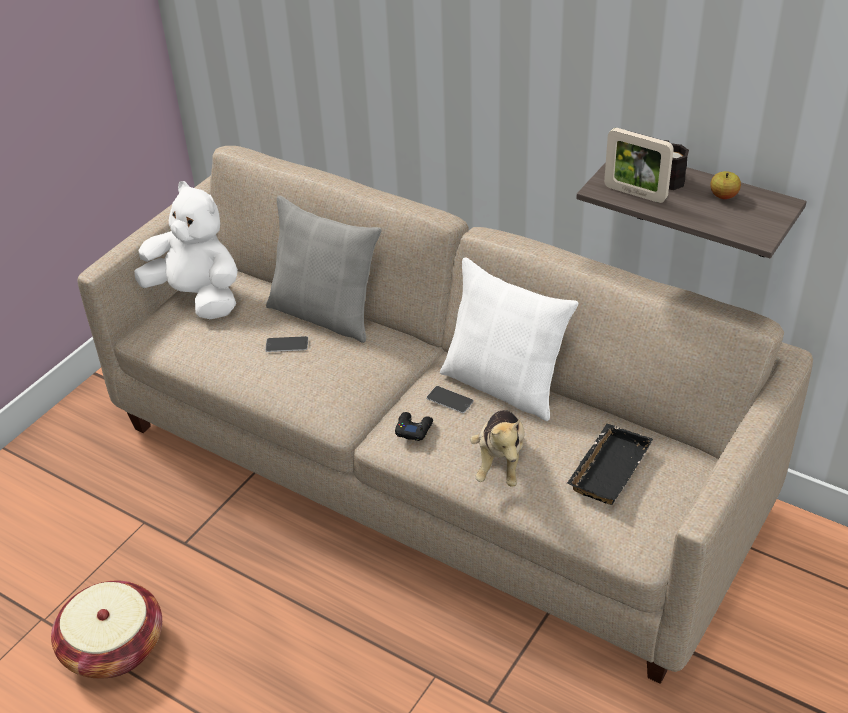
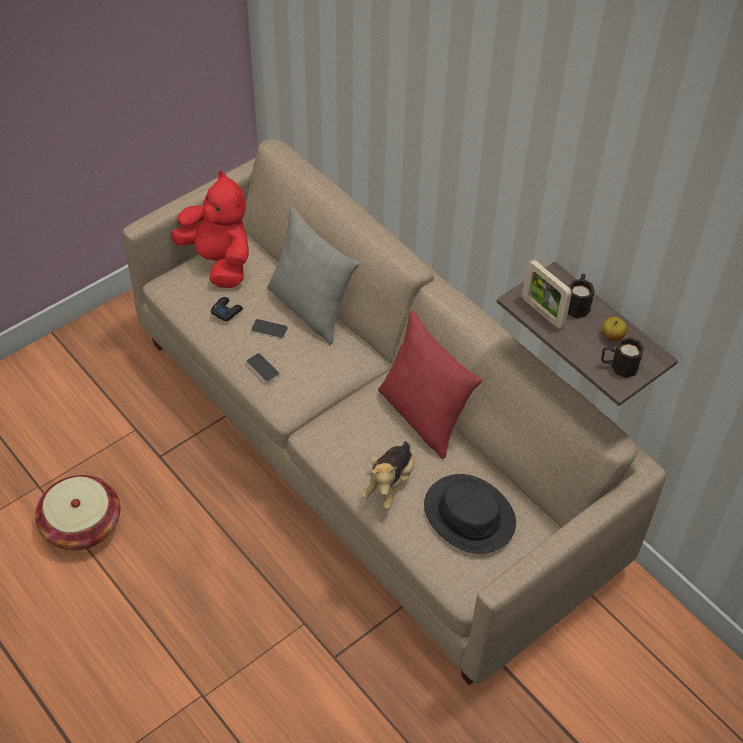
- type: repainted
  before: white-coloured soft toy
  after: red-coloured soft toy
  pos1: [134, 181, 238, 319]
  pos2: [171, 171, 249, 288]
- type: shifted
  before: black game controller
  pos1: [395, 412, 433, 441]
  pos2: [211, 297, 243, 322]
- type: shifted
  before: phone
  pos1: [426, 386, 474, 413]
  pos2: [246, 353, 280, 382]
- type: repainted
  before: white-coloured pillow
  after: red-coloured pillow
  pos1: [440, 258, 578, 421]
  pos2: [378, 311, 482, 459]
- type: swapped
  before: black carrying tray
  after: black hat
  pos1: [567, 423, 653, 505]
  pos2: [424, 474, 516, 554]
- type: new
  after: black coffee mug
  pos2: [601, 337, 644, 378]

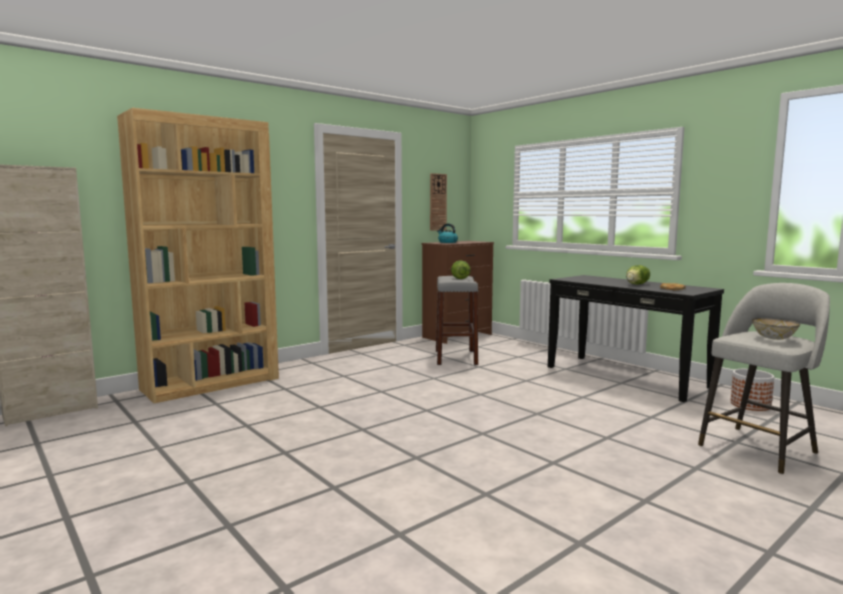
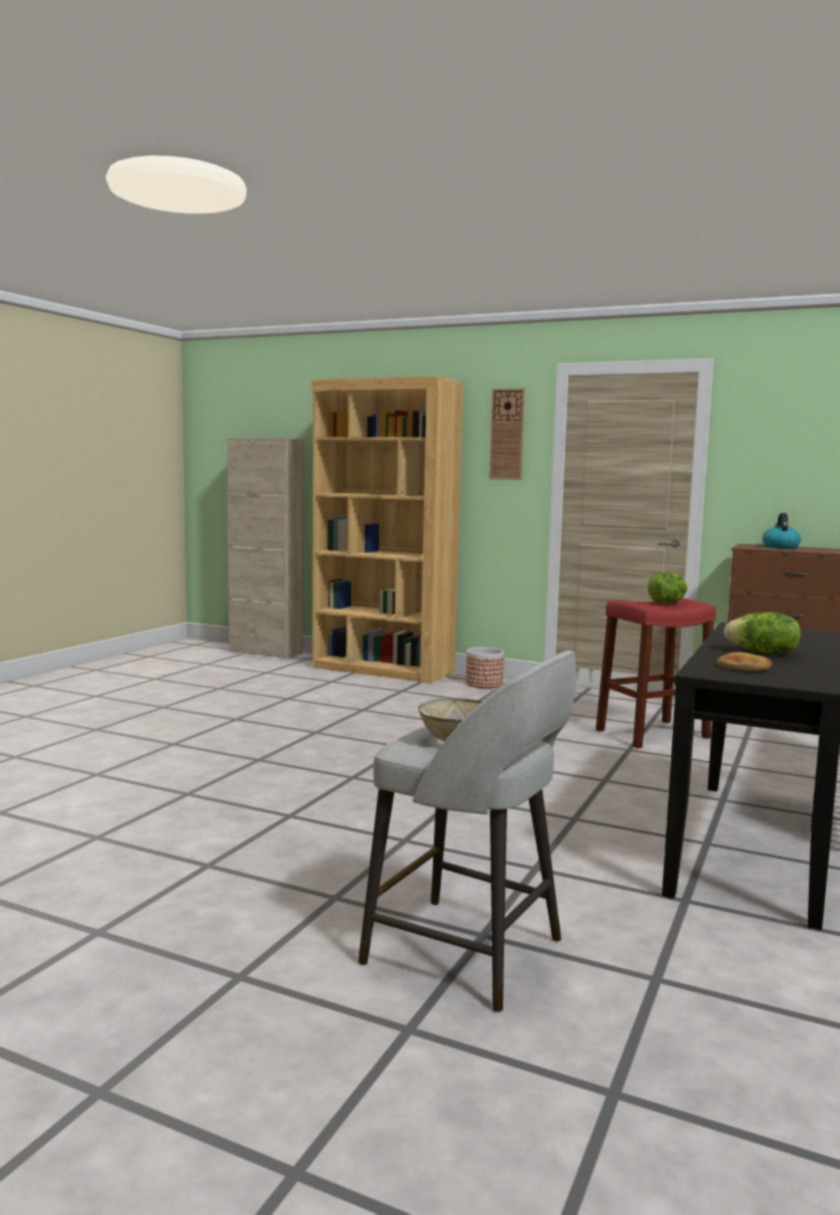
- type: shifted
  before: hanging clock
  pos1: [430, 173, 447, 231]
  pos2: [489, 388, 525, 480]
- type: repainted
  before: gray sitting stool
  after: red-coloured sitting stool
  pos1: [436, 276, 478, 365]
  pos2: [596, 598, 716, 748]
- type: shifted
  before: flower pot
  pos1: [730, 369, 774, 411]
  pos2: [466, 647, 504, 688]

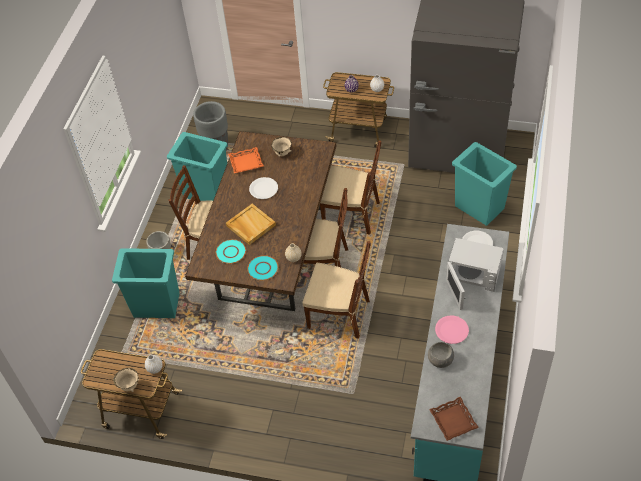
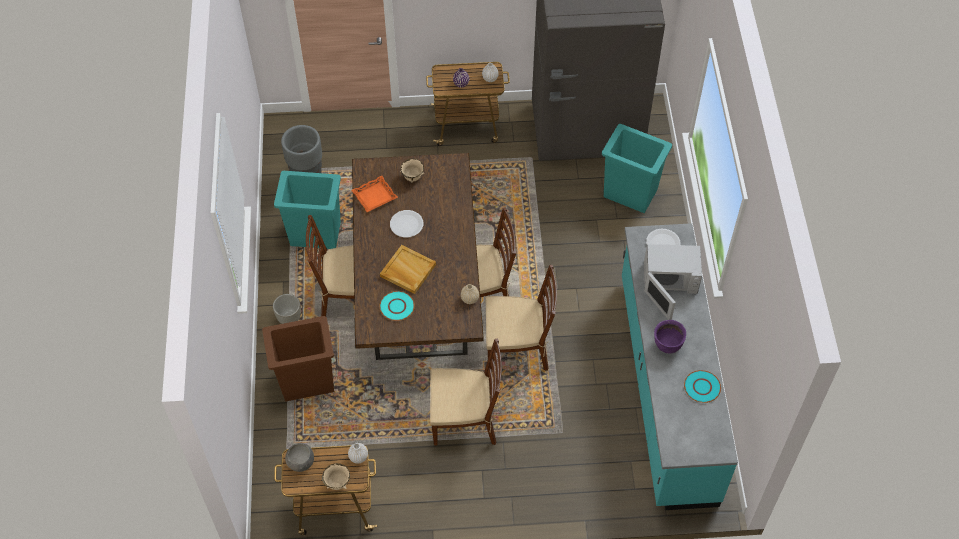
- type: repainted
  before: turquoise-coloured rubbish bin
  after: brownish rubbish bin
  pos1: [112, 248, 180, 318]
  pos2: [262, 316, 334, 402]
- type: shifted
  before: turquoise-coloured plate
  pos1: [247, 255, 279, 280]
  pos2: [684, 370, 721, 403]
- type: shifted
  before: brownish upright chair
  pos1: [320, 141, 381, 235]
  pos2: [430, 338, 502, 446]
- type: shifted
  before: gray serving bowl
  pos1: [428, 342, 454, 368]
  pos2: [285, 443, 314, 472]
- type: gone
  before: brownish carrying tray
  pos1: [429, 397, 479, 441]
- type: swapped
  before: pinkish plate
  after: purple saucepot
  pos1: [435, 316, 469, 344]
  pos2: [654, 320, 686, 354]

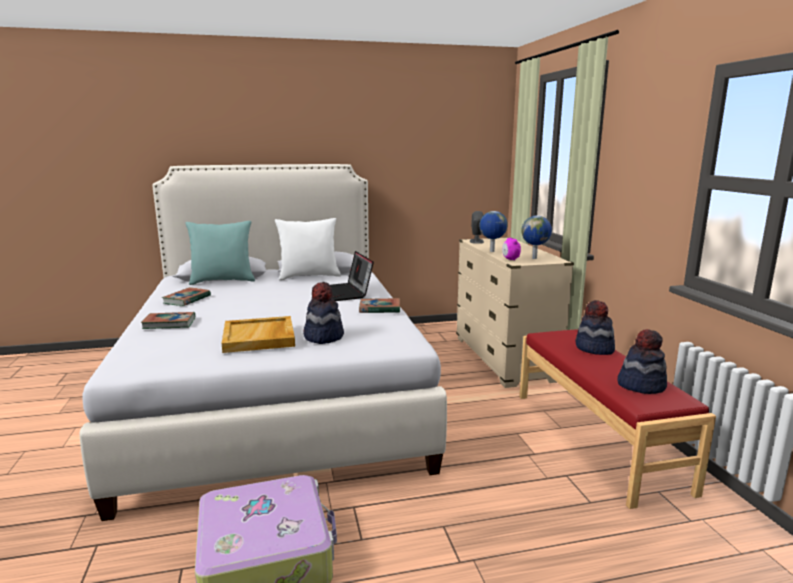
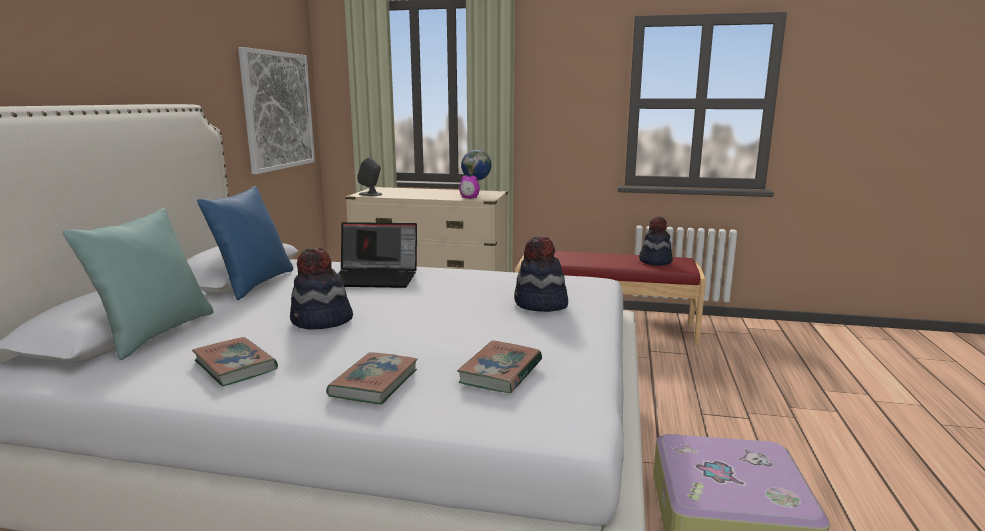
- type: gone
  before: sand-coloured carrying tray
  pos1: [222, 316, 295, 353]
- type: repainted
  before: white-coloured pillow
  after: blue pillow
  pos1: [275, 218, 341, 280]
  pos2: [197, 186, 293, 300]
- type: shifted
  before: volume
  pos1: [359, 298, 400, 313]
  pos2: [457, 340, 542, 393]
- type: gone
  before: world globe
  pos1: [479, 211, 508, 252]
- type: shifted
  before: hat
  pos1: [576, 300, 615, 355]
  pos2: [290, 248, 353, 330]
- type: new
  after: wall art
  pos2: [238, 47, 315, 174]

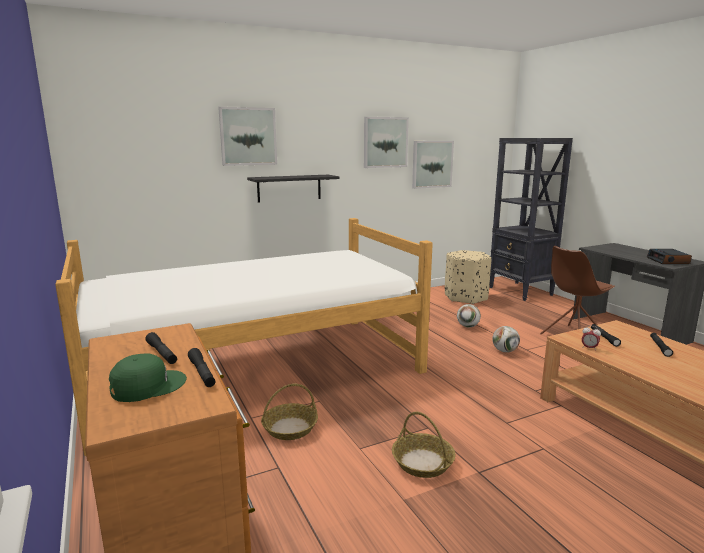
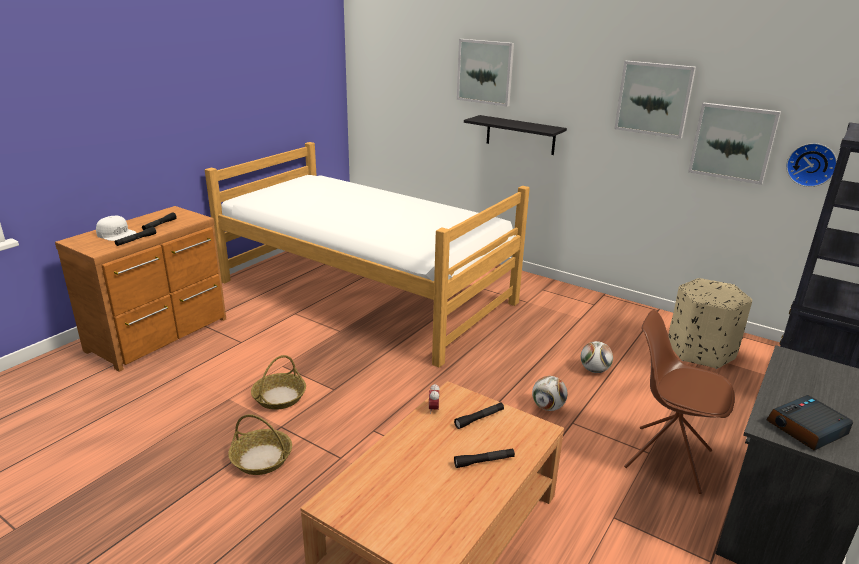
- type: repainted
  before: greenish peaked cap
  after: white-coloured peaked cap
  pos1: [109, 353, 187, 402]
  pos2: [96, 216, 136, 241]
- type: shifted
  before: storage basket
  pos1: [261, 384, 318, 440]
  pos2: [228, 414, 292, 475]
- type: new
  after: hanging clock
  pos2: [786, 143, 837, 187]

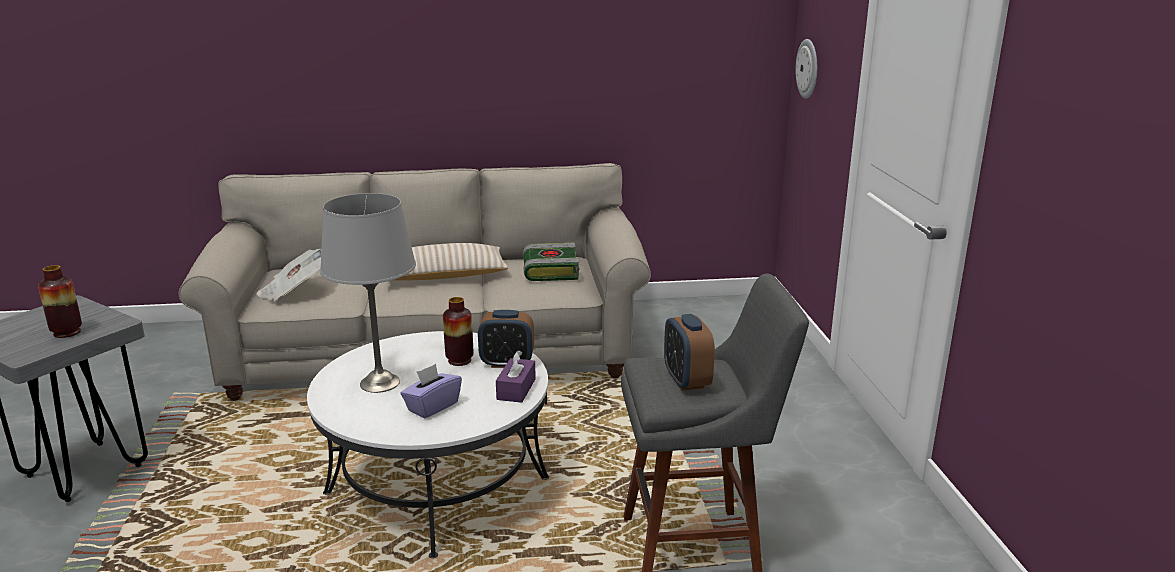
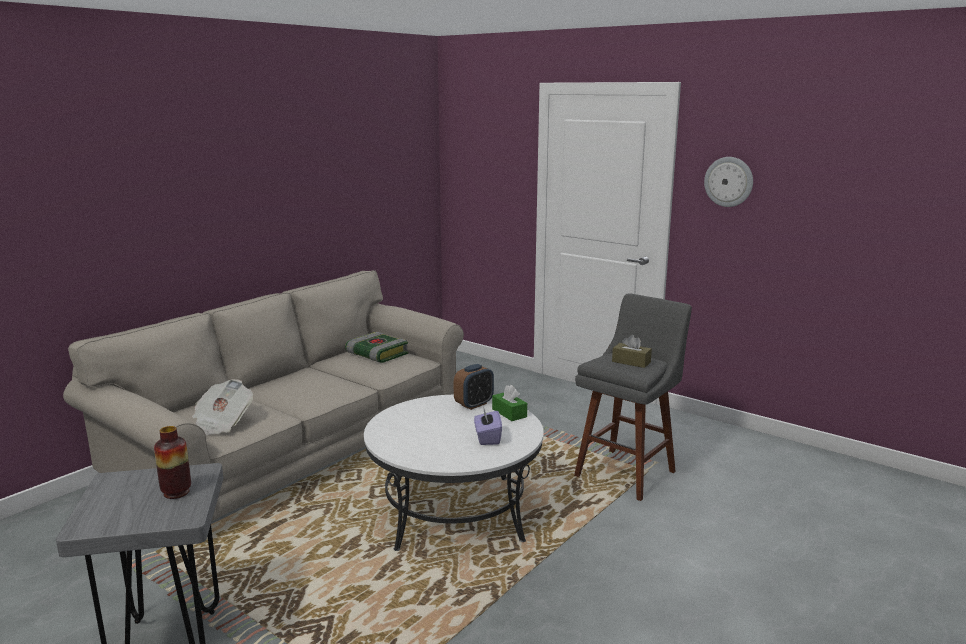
- type: gone
  before: gray lamp for a table
  pos1: [320, 193, 416, 393]
- type: gone
  before: sand-coloured pillow
  pos1: [395, 243, 508, 281]
- type: gone
  before: decorative vase
  pos1: [443, 297, 473, 366]
- type: repainted
  before: purple tissue box
  after: greenish tissue box
  pos1: [496, 350, 536, 403]
  pos2: [492, 385, 527, 421]
- type: swapped
  before: table clock
  after: brownish tissue box
  pos1: [664, 314, 715, 391]
  pos2: [612, 335, 652, 368]
- type: shifted
  before: hanging clock
  pos1: [795, 39, 817, 99]
  pos2: [704, 157, 753, 207]

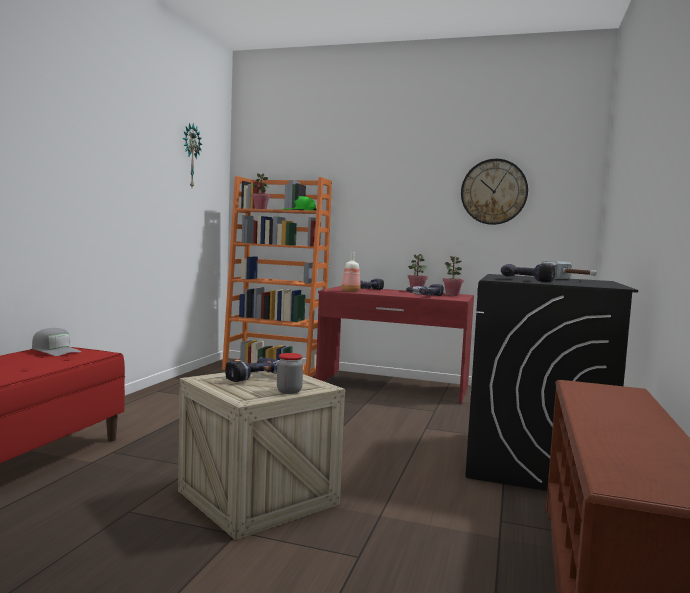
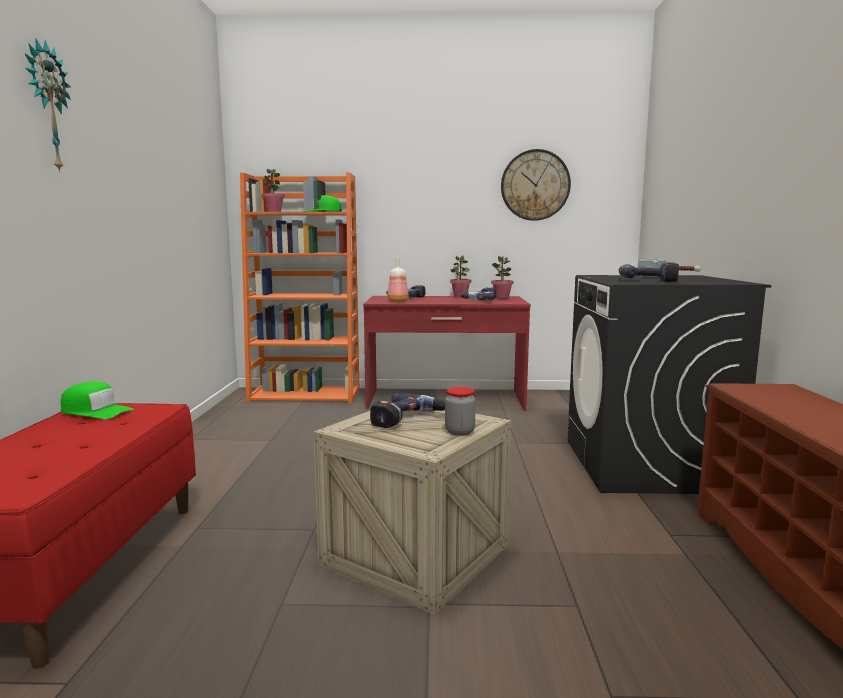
- type: repainted
  before: gray peaked cap
  after: greenish peaked cap
  pos1: [32, 328, 81, 356]
  pos2: [61, 381, 134, 419]
- type: shifted
  before: hanging clock
  pos1: [183, 123, 202, 187]
  pos2: [25, 38, 71, 173]

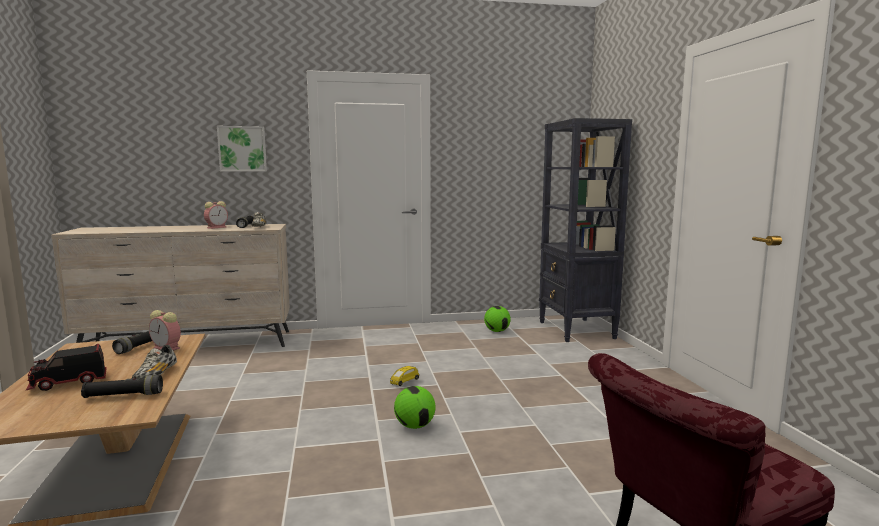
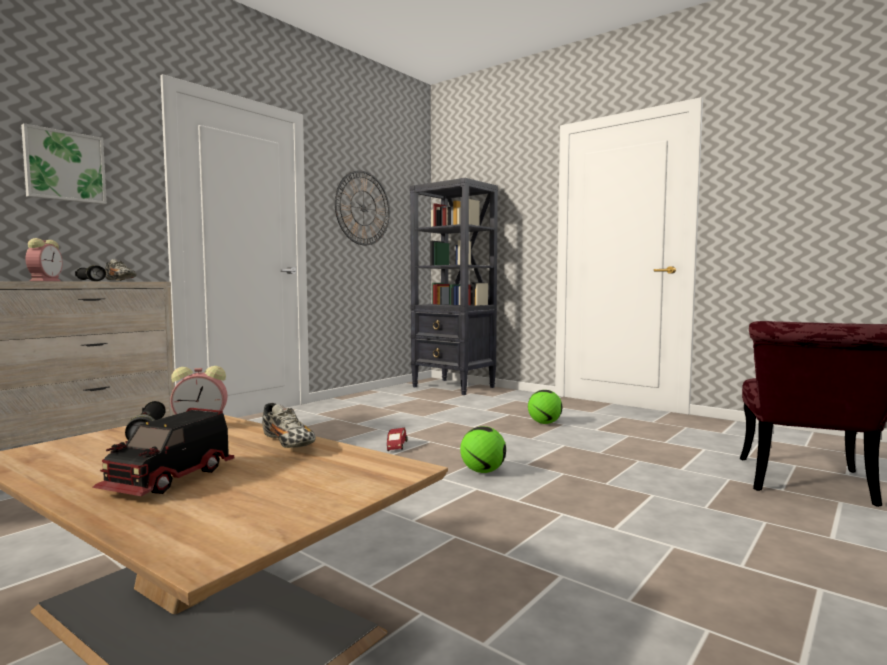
- type: gone
  before: black torch
  pos1: [81, 375, 163, 398]
- type: repainted
  before: yellow-coloured miniature car
  after: red-coloured miniature car
  pos1: [390, 366, 419, 386]
  pos2: [387, 428, 407, 451]
- type: shifted
  before: football ball
  pos1: [484, 306, 511, 332]
  pos2: [528, 390, 562, 424]
- type: new
  after: hanging clock
  pos2: [335, 170, 390, 245]

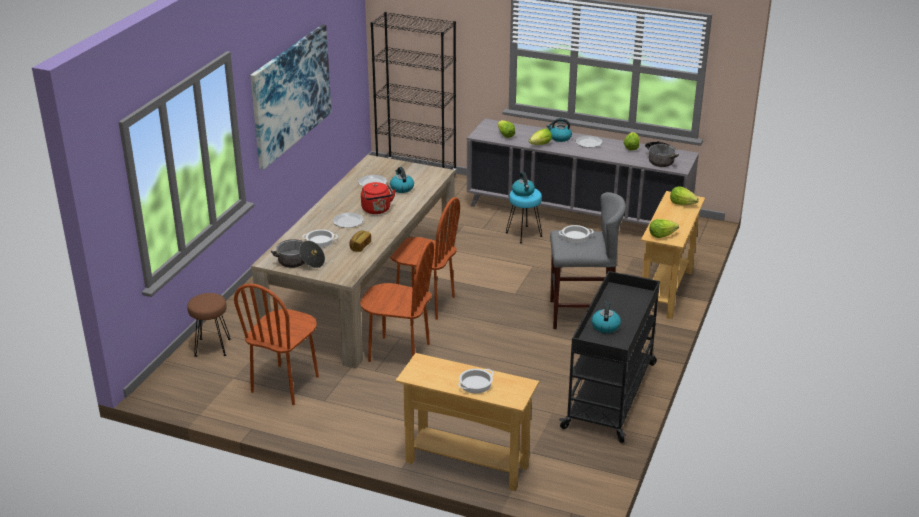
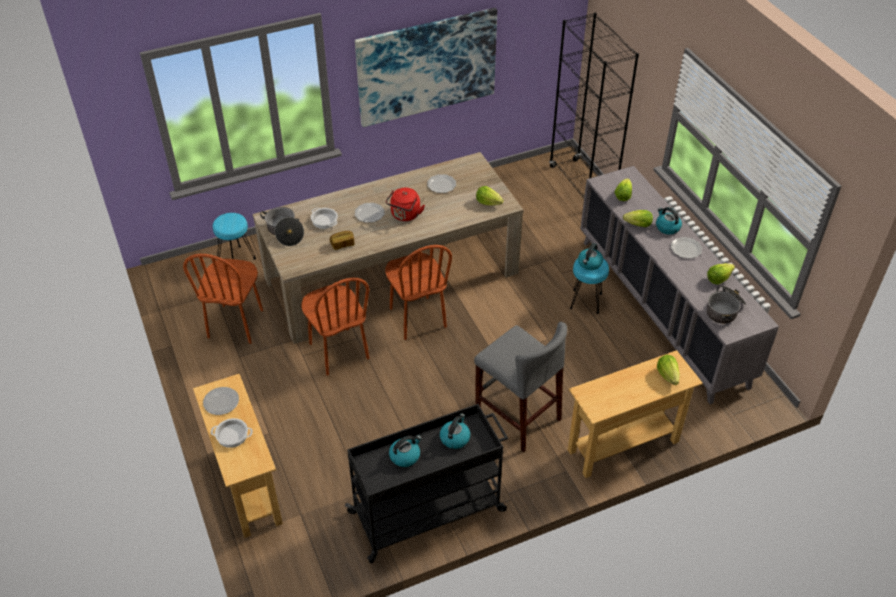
- type: repainted
  before: brownish sitting stool
  after: turquoise-coloured sitting stool
  pos1: [187, 293, 231, 357]
  pos2: [213, 213, 256, 260]
- type: rotated
  before: brownish upright chair
  pos1: [234, 283, 319, 405]
  pos2: [183, 254, 263, 344]
  turn: -60
- type: shifted
  before: kettle
  pos1: [390, 167, 414, 193]
  pos2: [440, 414, 470, 449]
- type: gone
  before: saucepot
  pos1: [559, 225, 594, 243]
- type: shifted
  before: lettuce
  pos1: [649, 219, 679, 238]
  pos2: [476, 186, 504, 206]
- type: new
  after: plate
  pos2: [203, 387, 239, 415]

